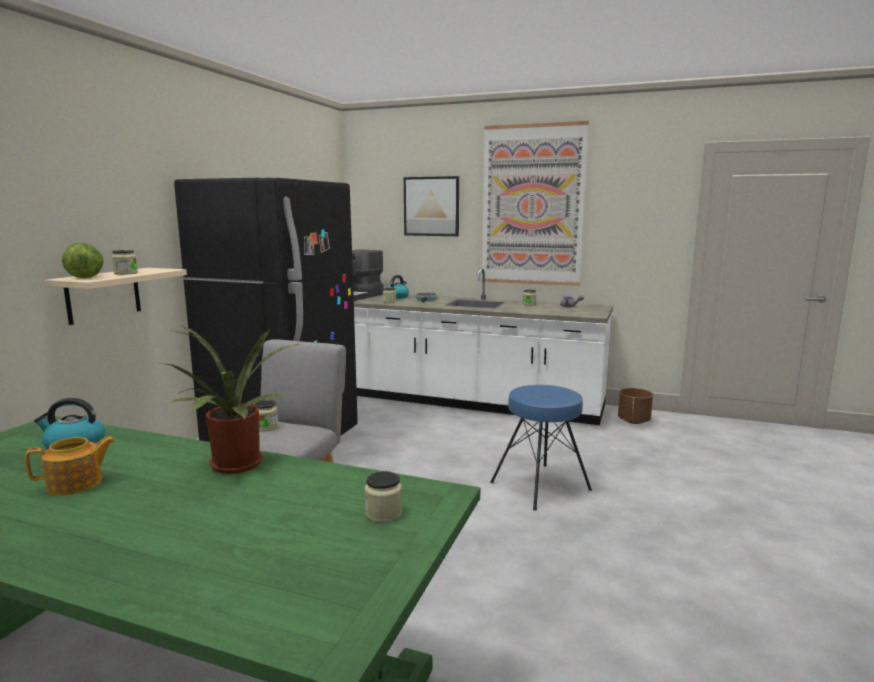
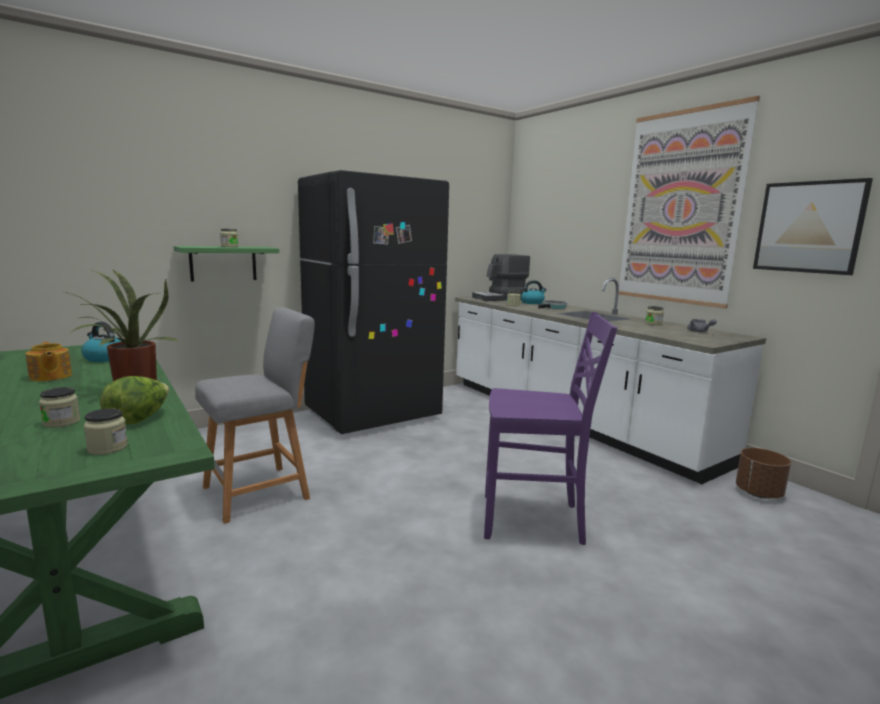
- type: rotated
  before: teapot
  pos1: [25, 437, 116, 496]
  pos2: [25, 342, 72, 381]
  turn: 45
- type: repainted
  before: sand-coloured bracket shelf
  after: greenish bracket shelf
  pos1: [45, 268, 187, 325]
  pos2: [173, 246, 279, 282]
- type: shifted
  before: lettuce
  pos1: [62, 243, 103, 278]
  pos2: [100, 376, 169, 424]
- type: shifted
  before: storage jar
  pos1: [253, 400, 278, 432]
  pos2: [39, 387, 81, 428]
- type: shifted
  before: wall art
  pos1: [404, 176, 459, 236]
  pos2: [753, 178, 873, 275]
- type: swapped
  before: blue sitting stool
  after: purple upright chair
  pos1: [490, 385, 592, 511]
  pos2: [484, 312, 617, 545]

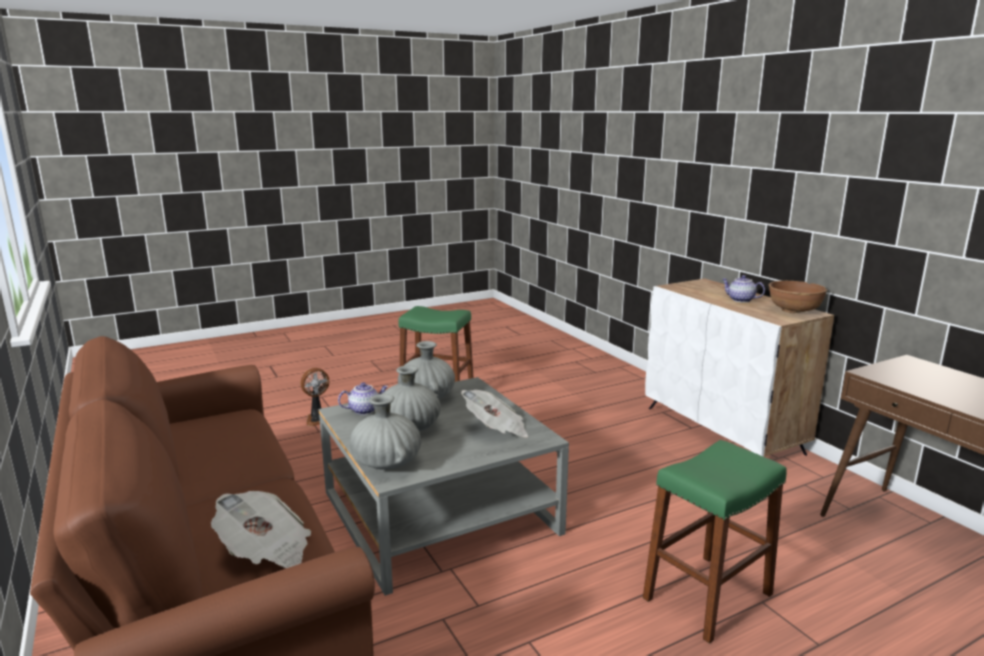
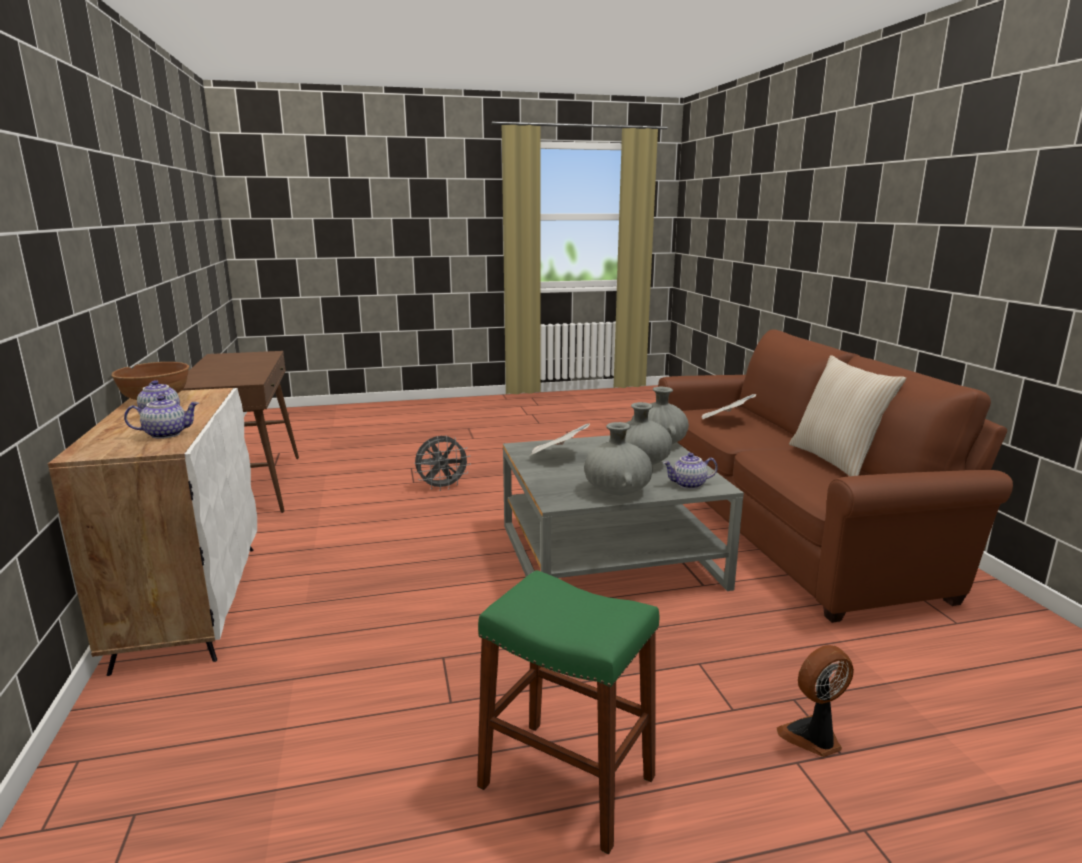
- type: swapped
  before: greenish sitting stool
  after: gray fan
  pos1: [643, 440, 787, 643]
  pos2: [414, 435, 471, 491]
- type: new
  after: teapot
  pos2: [124, 396, 199, 439]
- type: new
  after: sand-coloured pillow
  pos2: [789, 355, 906, 476]

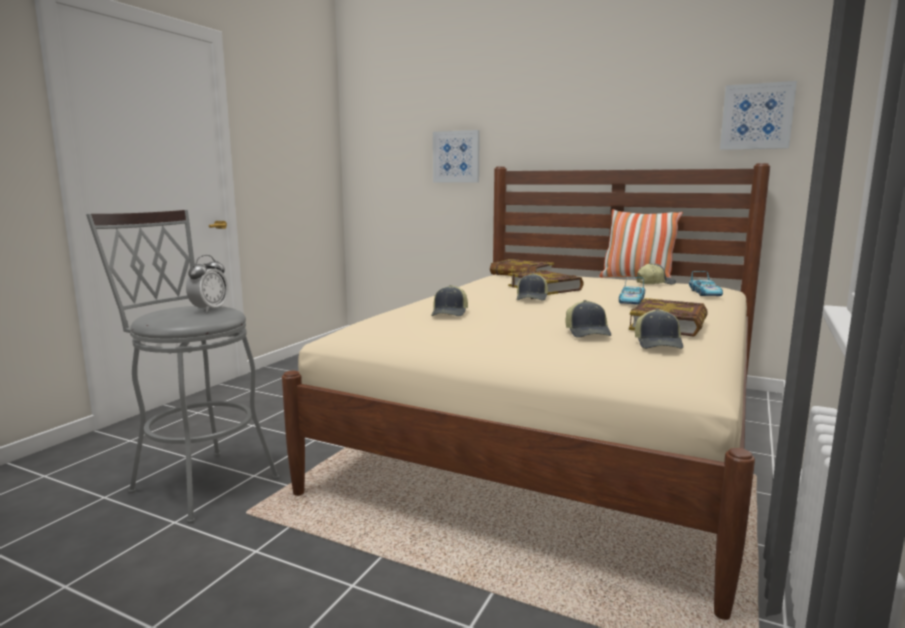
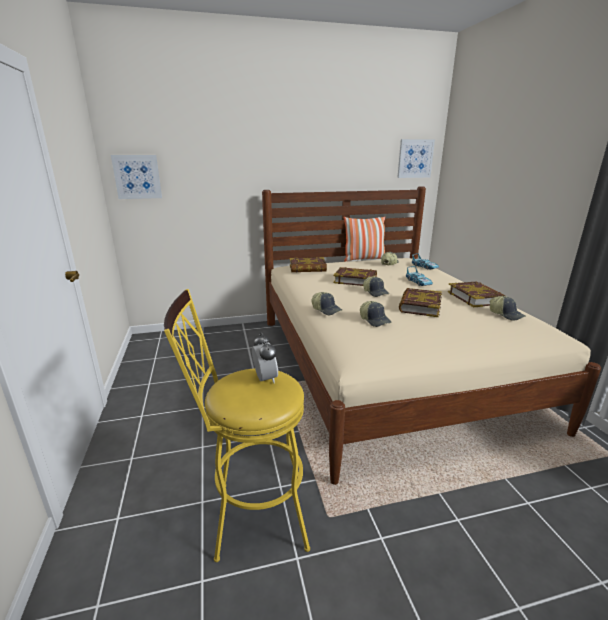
- type: repainted
  before: gray sitting stool
  after: yellow-coloured sitting stool
  pos1: [86, 210, 279, 524]
  pos2: [164, 289, 310, 562]
- type: shifted
  before: wall art
  pos1: [433, 130, 480, 182]
  pos2: [111, 155, 162, 199]
- type: shifted
  before: peaked cap
  pos1: [566, 300, 611, 338]
  pos2: [312, 292, 342, 315]
- type: new
  after: volume
  pos2: [399, 288, 442, 317]

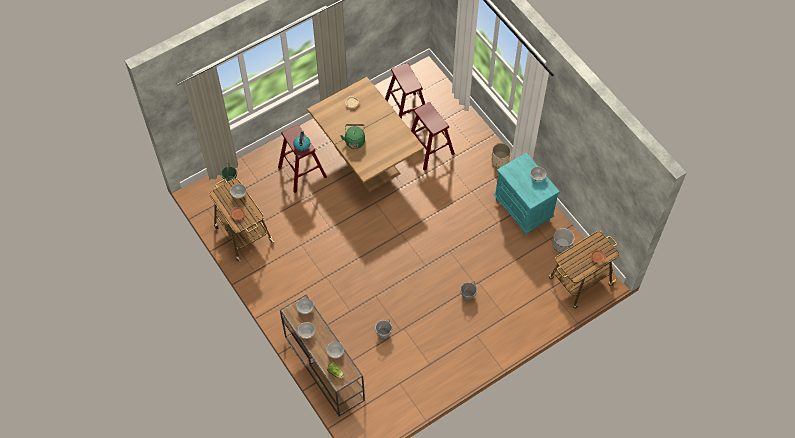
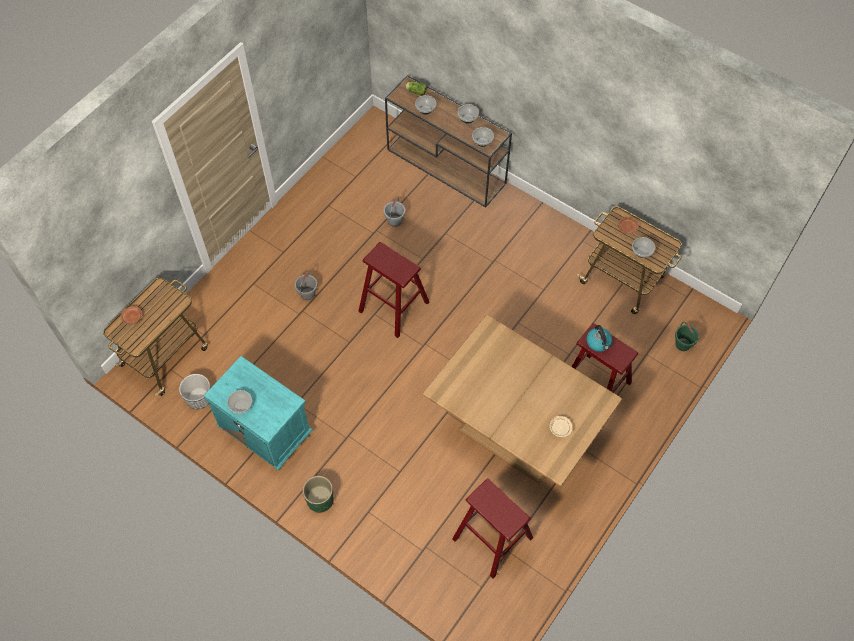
- type: gone
  before: greenish kettle
  pos1: [340, 124, 365, 149]
- type: shifted
  before: red-coloured sitting stool
  pos1: [411, 102, 455, 171]
  pos2: [358, 242, 429, 338]
- type: repainted
  before: sand-coloured flower pot
  after: greenish flower pot
  pos1: [492, 143, 511, 168]
  pos2: [303, 476, 334, 513]

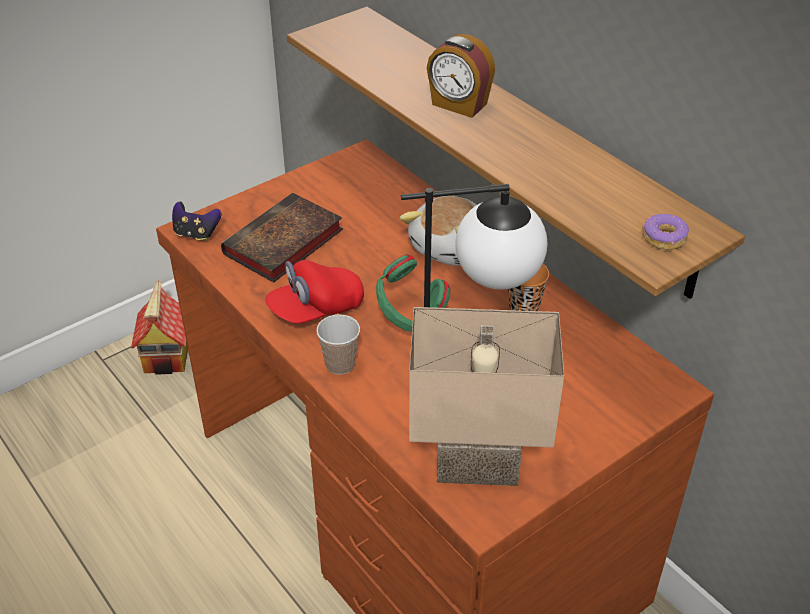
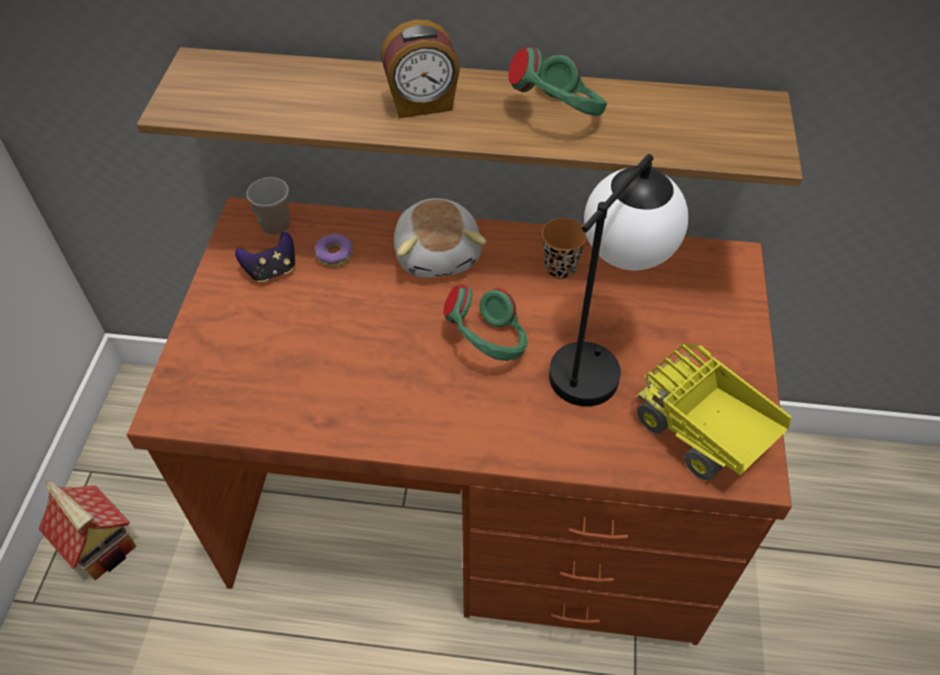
- type: shifted
  before: game controller
  pos1: [172, 201, 221, 241]
  pos2: [235, 232, 295, 282]
- type: gone
  before: volume
  pos1: [221, 193, 343, 283]
- type: gone
  before: red-coloured peaked cap
  pos1: [265, 260, 364, 323]
- type: shifted
  before: cup
  pos1: [316, 314, 360, 375]
  pos2: [246, 177, 290, 235]
- type: swapped
  before: sand-coloured lamp for a table
  after: model truck
  pos1: [409, 307, 564, 486]
  pos2: [635, 344, 792, 481]
- type: shifted
  before: ring doughnut
  pos1: [643, 214, 689, 250]
  pos2: [314, 234, 353, 268]
- type: new
  after: greenish pair of headphones
  pos2: [508, 46, 607, 116]

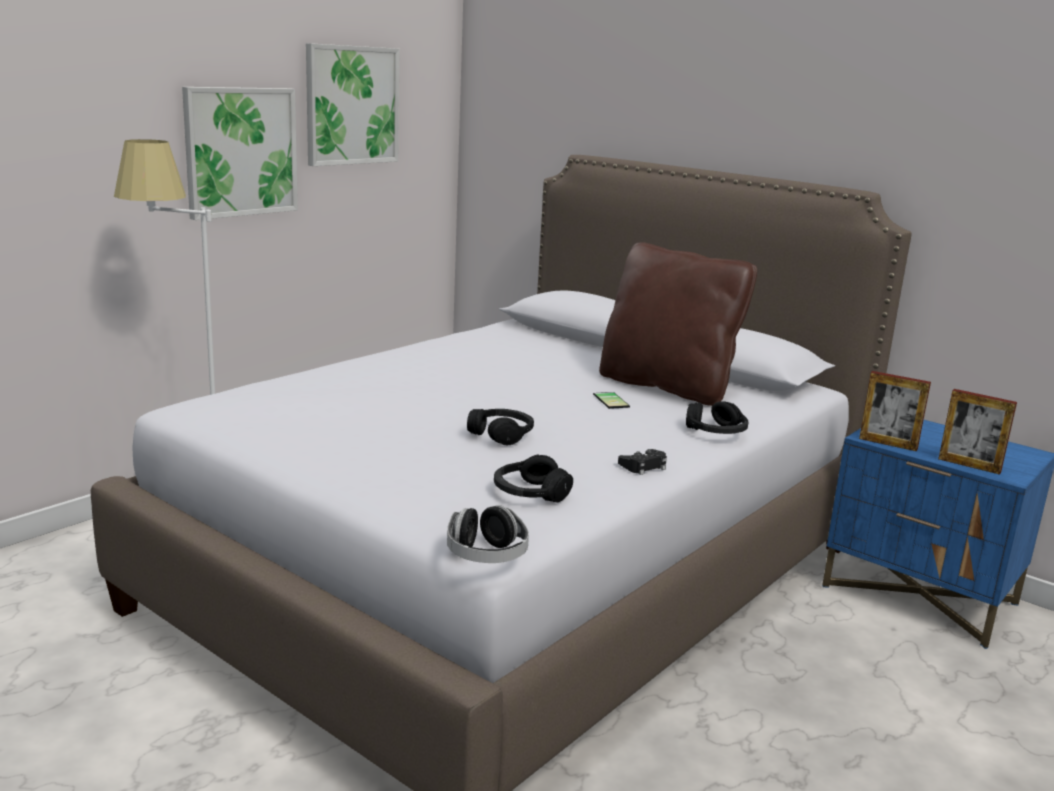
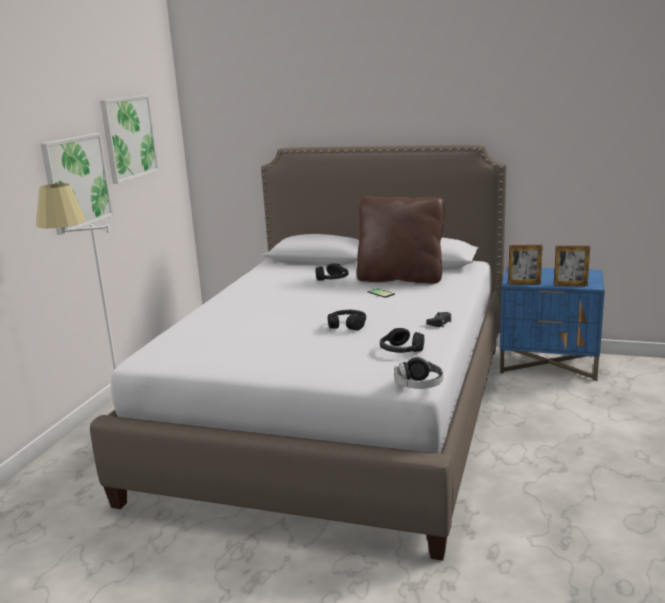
- type: shifted
  before: black pair of headphones
  pos1: [686, 401, 748, 434]
  pos2: [316, 263, 349, 281]

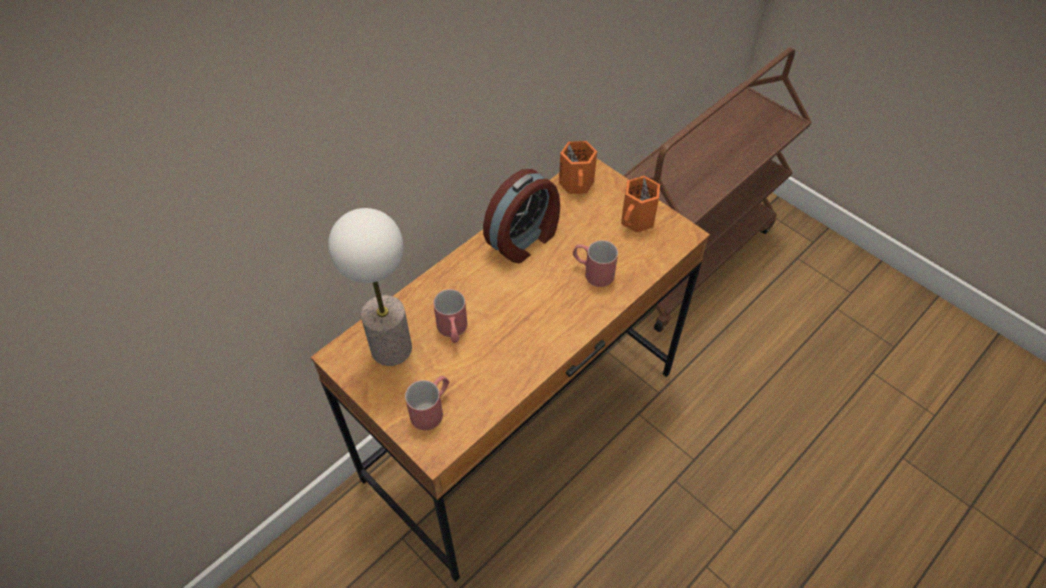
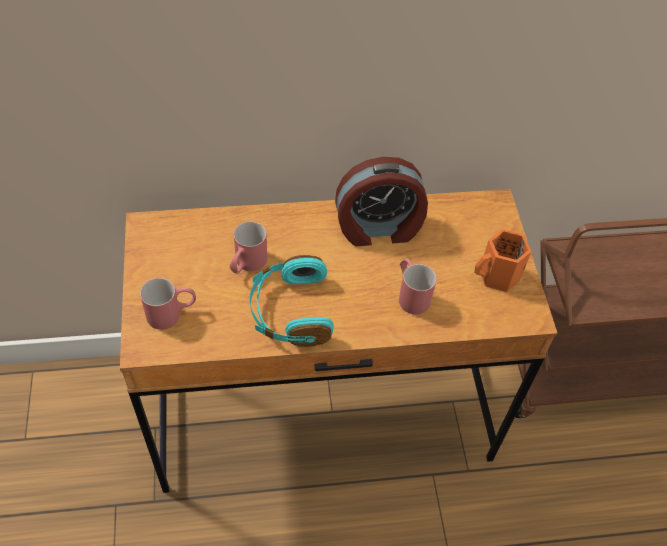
- type: gone
  before: lamp for a table
  pos1: [328, 208, 412, 366]
- type: gone
  before: orange coffee mug
  pos1: [559, 141, 597, 194]
- type: new
  after: turquoise-coloured pair of headphones
  pos2: [250, 255, 334, 347]

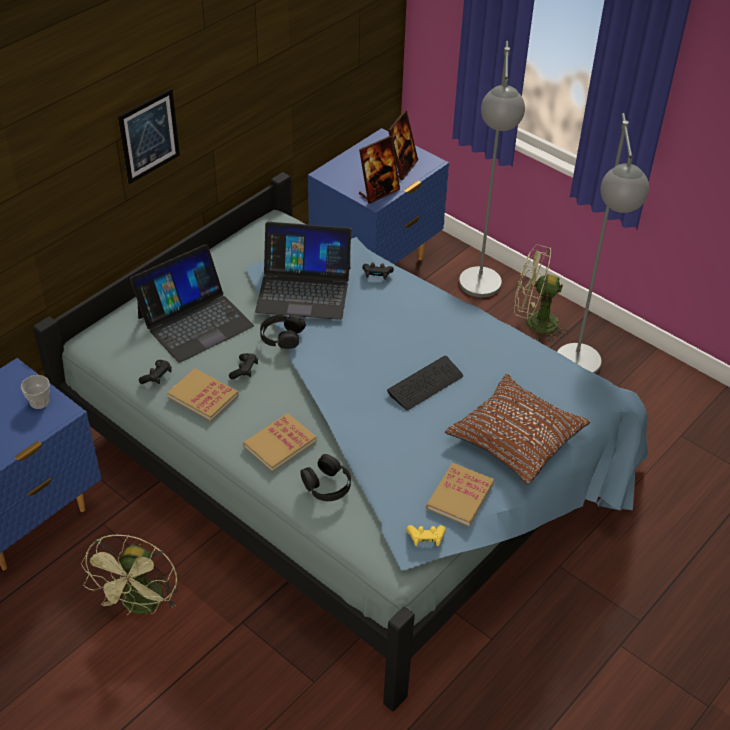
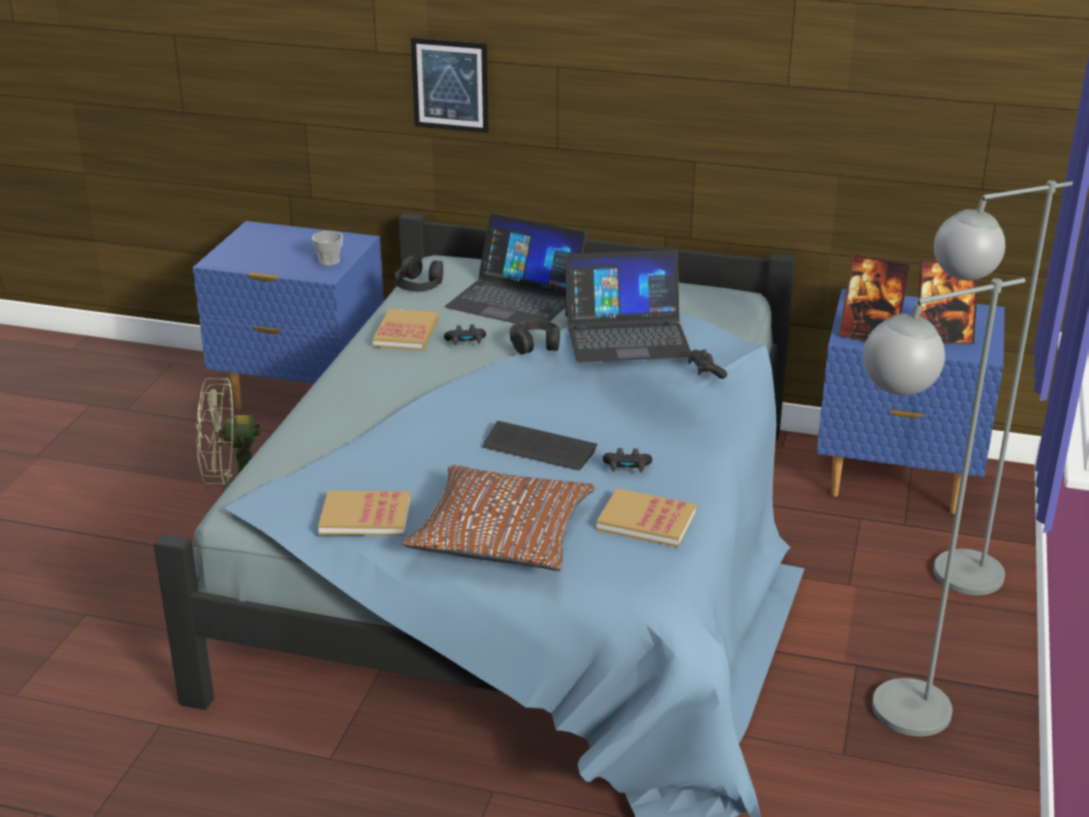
- type: shifted
  before: wall art
  pos1: [118, 89, 180, 184]
  pos2: [411, 37, 489, 133]
- type: shifted
  before: black game controller
  pos1: [139, 360, 171, 384]
  pos2: [603, 448, 652, 473]
- type: shifted
  before: volume
  pos1: [243, 413, 317, 472]
  pos2: [597, 488, 696, 547]
- type: rotated
  before: portable computer
  pos1: [255, 222, 351, 320]
  pos2: [565, 250, 691, 363]
  turn: -75
- type: shifted
  before: black pair of headphones
  pos1: [300, 454, 351, 501]
  pos2: [395, 256, 443, 291]
- type: gone
  before: yellow-coloured game controller
  pos1: [406, 525, 446, 546]
- type: gone
  before: greenish fan
  pos1: [514, 245, 568, 342]

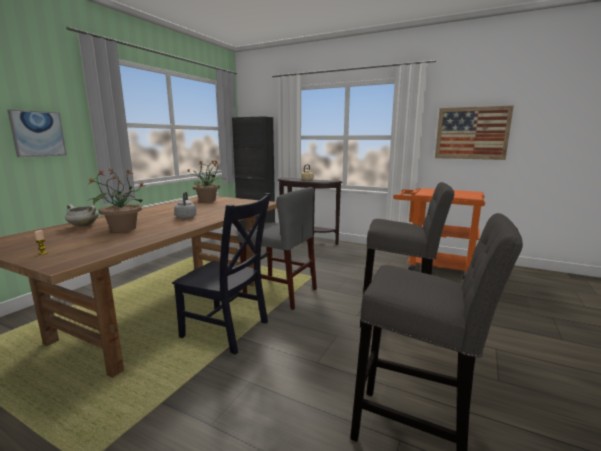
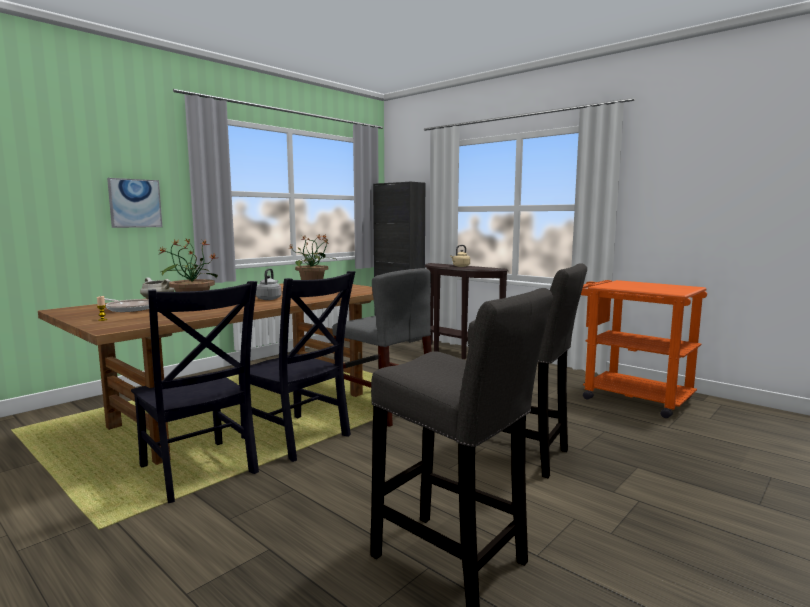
- type: gone
  before: wall art
  pos1: [435, 105, 514, 160]
- type: new
  after: skillet
  pos2: [104, 298, 149, 312]
- type: new
  after: black upright chair
  pos2: [131, 281, 259, 503]

